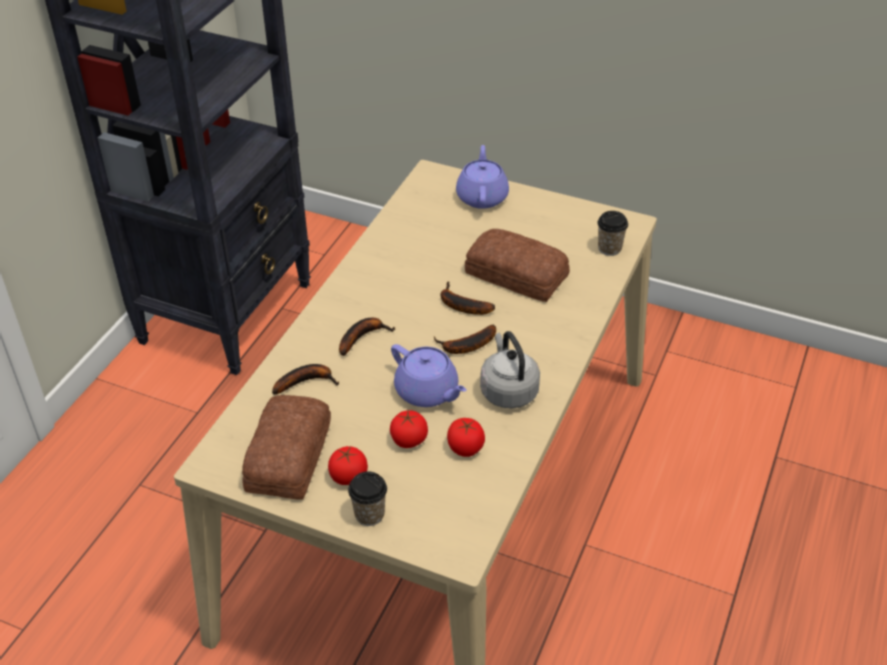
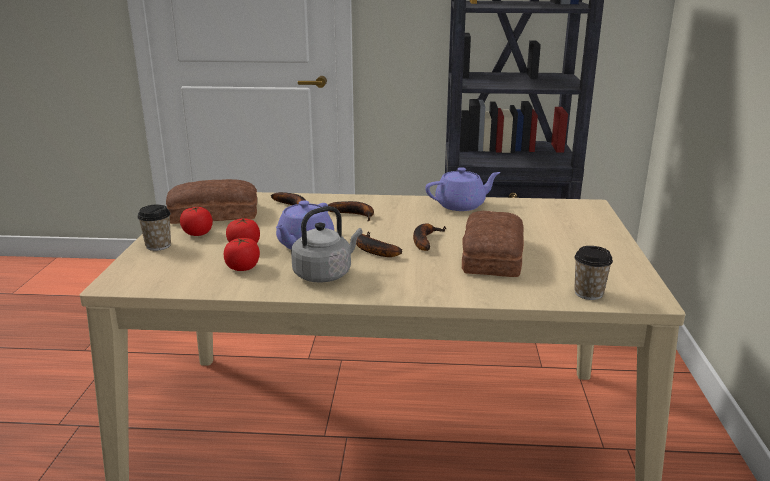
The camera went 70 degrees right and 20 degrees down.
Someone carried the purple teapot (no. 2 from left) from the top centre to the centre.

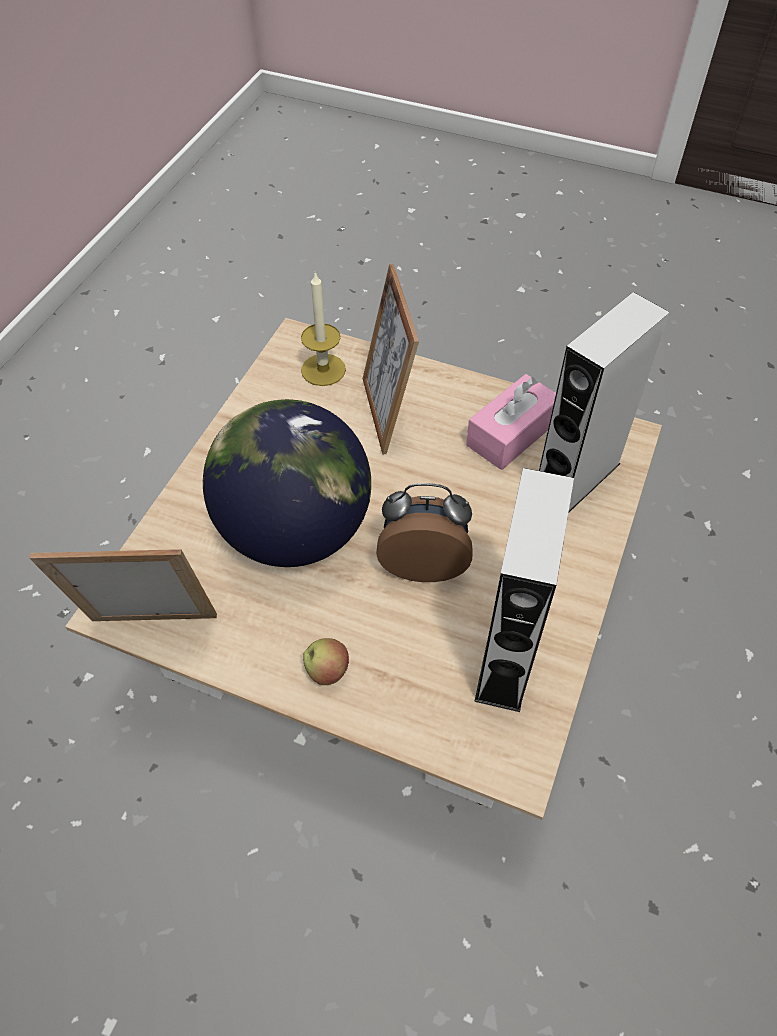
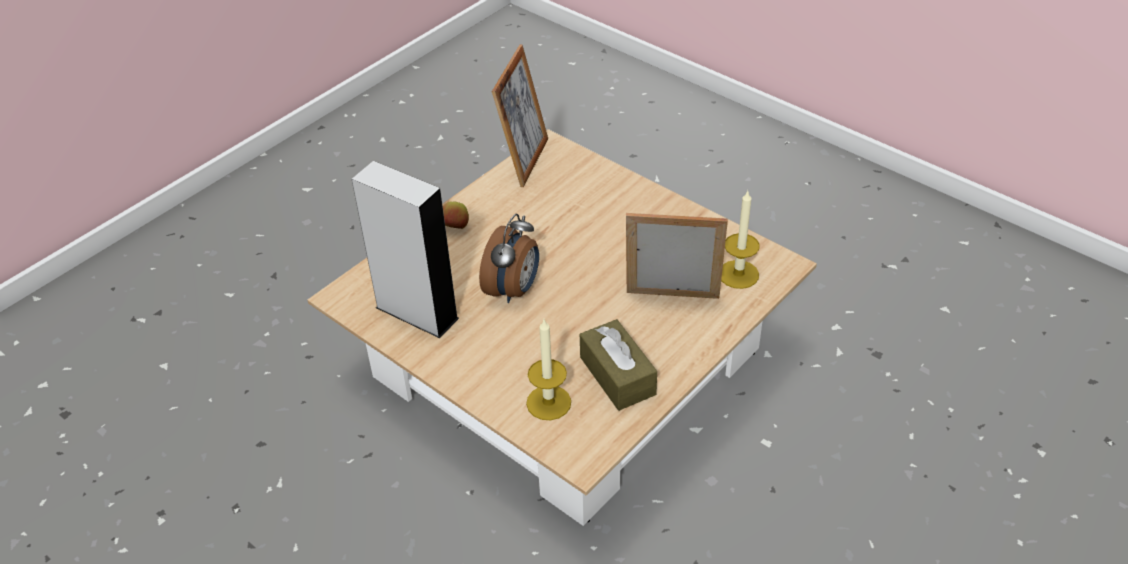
The camera went 110 degrees right and 10 degrees down.
Someone took away the globe at the centre.
Someone repainted the pink tissue box at the centre, which became the brown tissue box at the centre.
Someone swapped the grey speaker (no. 2 from left) at the middle right for the candle (no. 1 from left) at the centre.

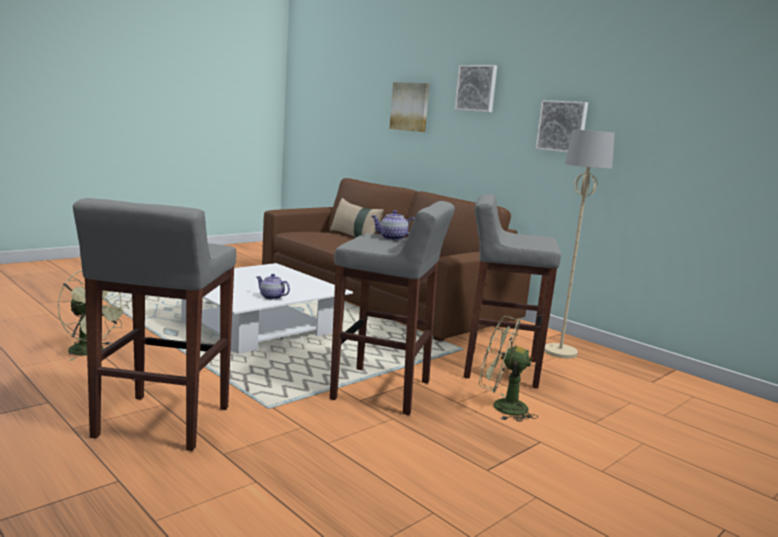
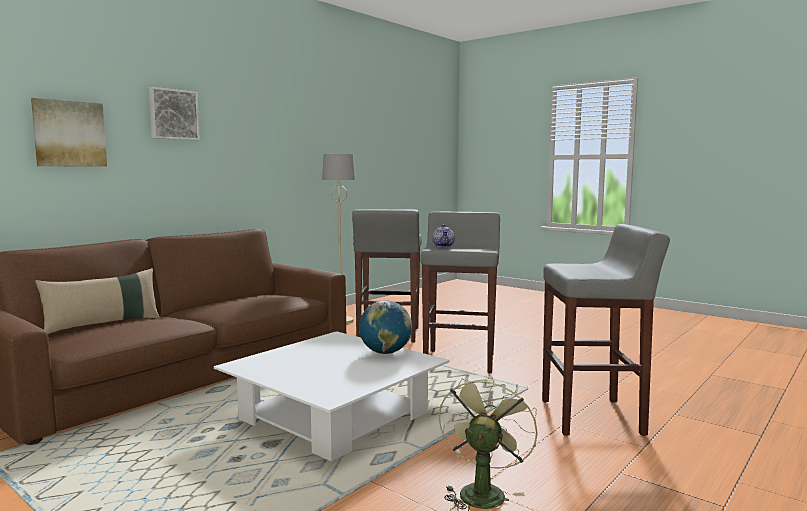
The camera went 95 degrees left and 5 degrees down.
Someone swapped the teapot (no. 1 from left) at the centre for the globe at the centre.
Someone took away the green fan (no. 2 from left) at the bottom centre.
Someone took away the picture (no. 3 from left) at the top right.

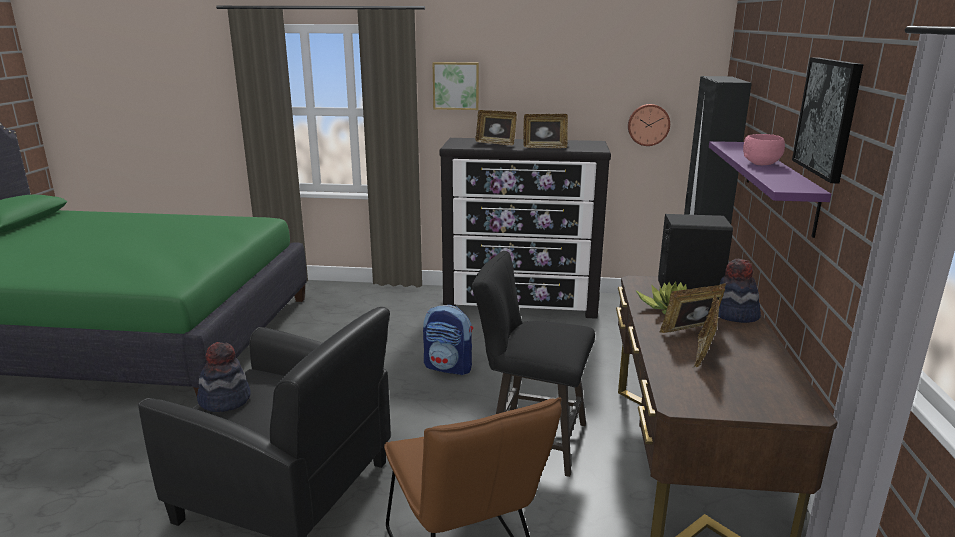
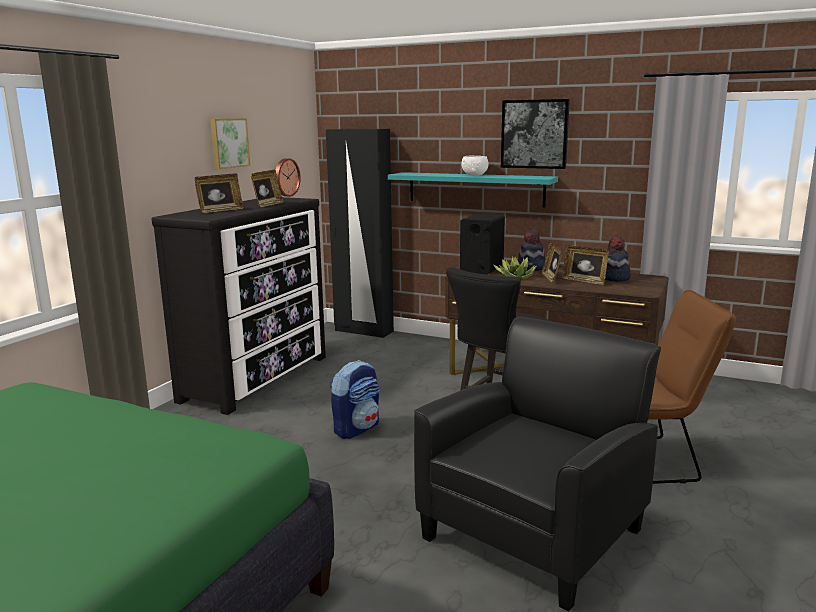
The camera went 70 degrees left and 5 degrees down.
Someone carried the hat (no. 1 from left in the first image) from the bottom left to the middle right.
Someone carried the picture (no. 1 from left) from the top centre to the top left.
Someone repainted the purple shelf at the middle right, which became the turquoise shelf at the top centre.
Someone repainted the pink bowl at the top right, which became the white bowl at the top centre.

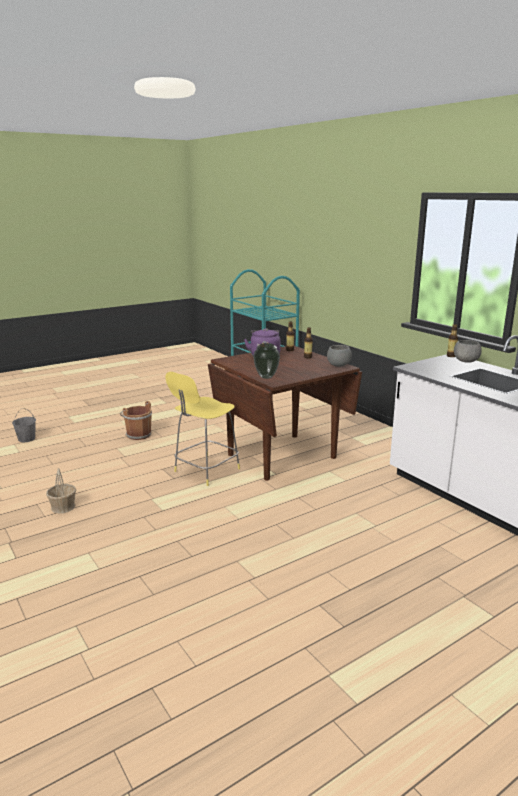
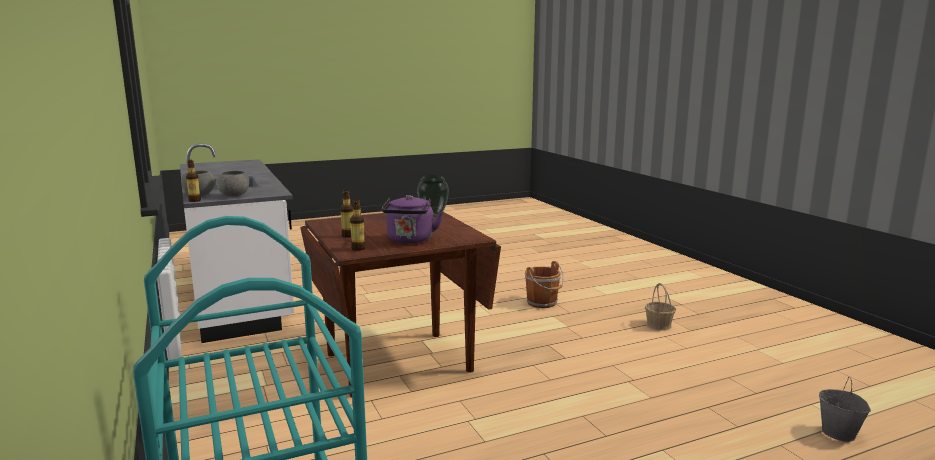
The camera went 170 degrees left and 5 degrees down.
Someone carried the brown bucket from the middle left to the centre.
Someone took away the yellow stool at the centre.
Someone carried the grey bowl (no. 1 from left in the first image) from the centre to the middle left.

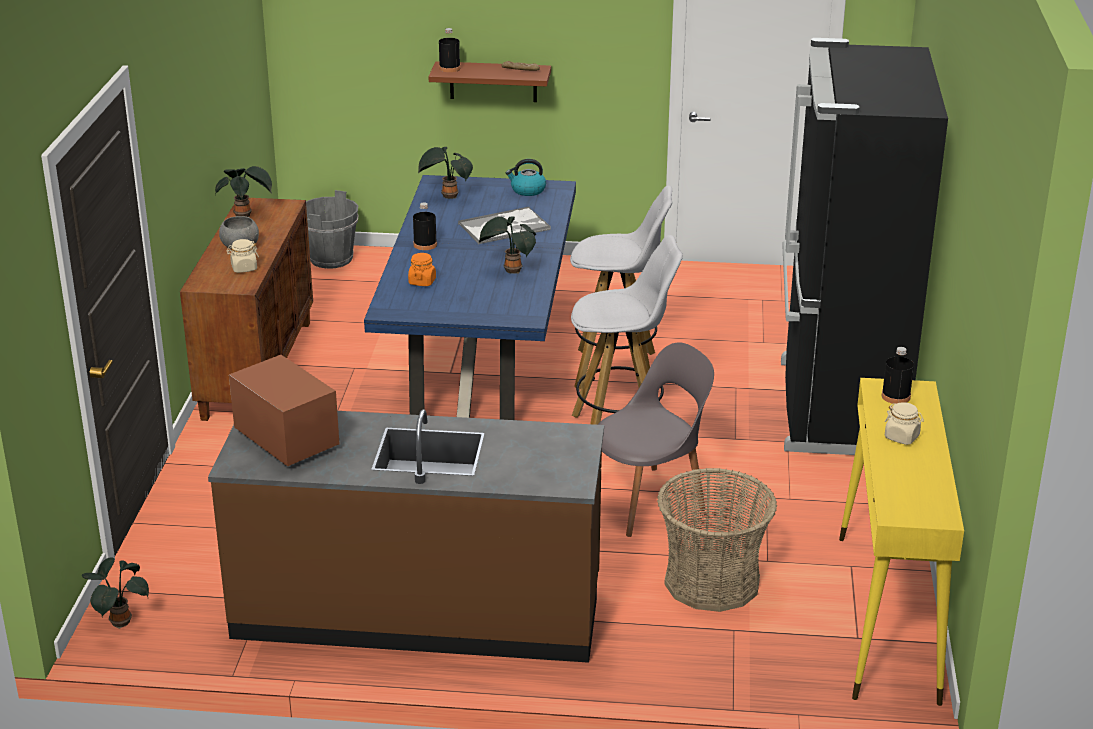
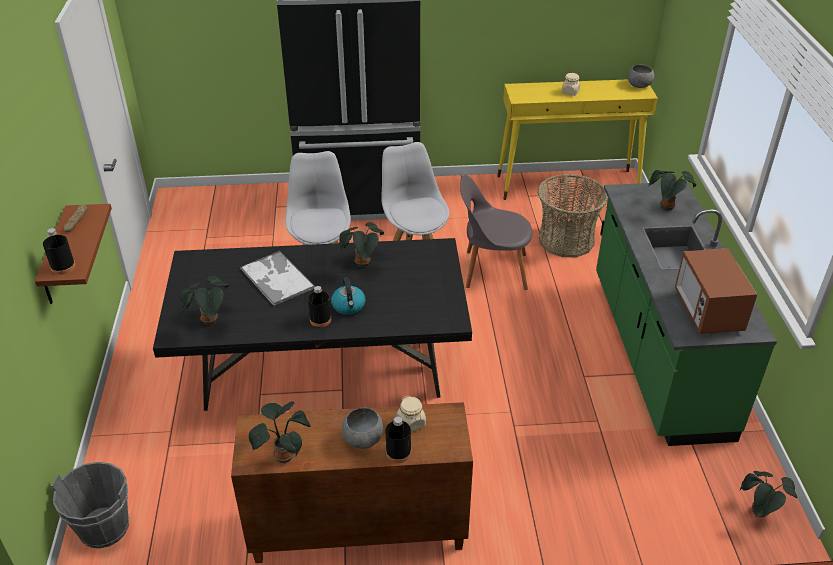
The camera went 100 degrees left and 10 degrees up.
Someone repainted the brown counter at the bottom centre, which became the green counter at the middle right.
Someone rotated the microwave at the middle left by 45 degrees counterclockwise.
Someone repainted the blue dining table at the centre, which became the black dining table at the centre.
Someone took away the orange jar at the centre.
Someone carried the kettle from the top centre to the centre.
Someone rotated the grey chair at the centre by 45 degrees counterclockwise.
Someone carried the black bottle (no. 3 from left) from the middle right to the bottom centre.
Someone put down the grey bowl (no. 2 from left) at the top right.
Someone put down the potted plant (no. 4 from left) at the middle right.

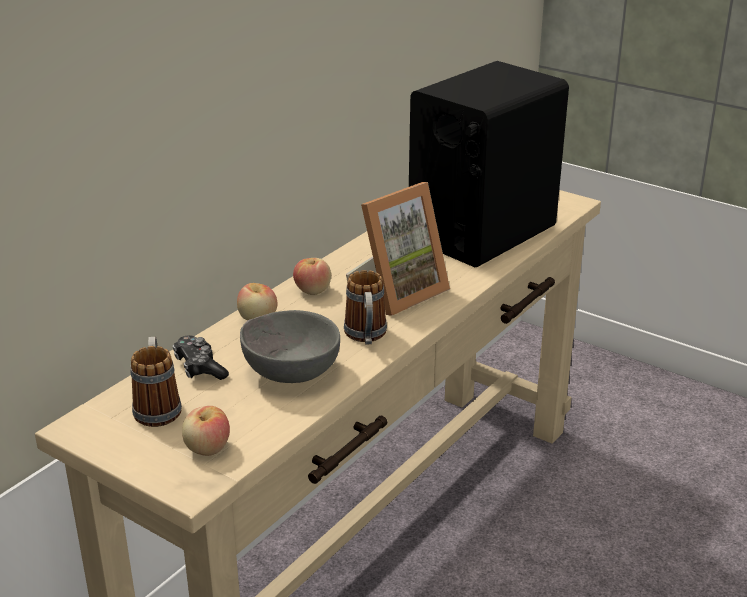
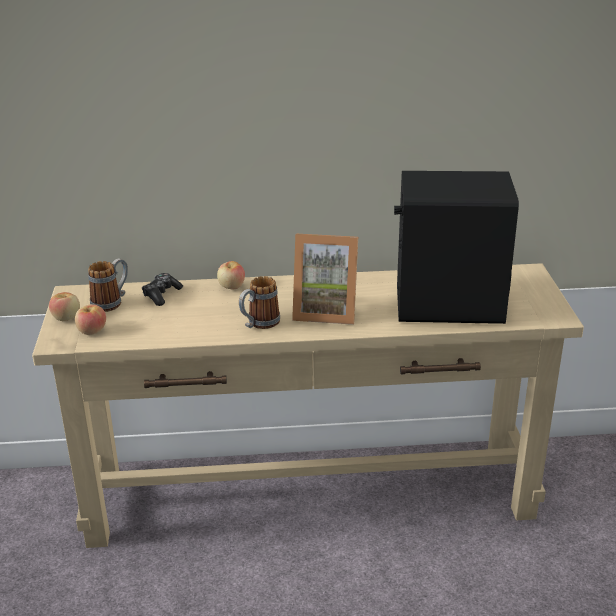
The camera went 50 degrees right and 0 degrees up.
Someone took away the grey bowl at the centre.
Someone carried the apple (no. 3 from left in the first image) from the centre to the middle left.

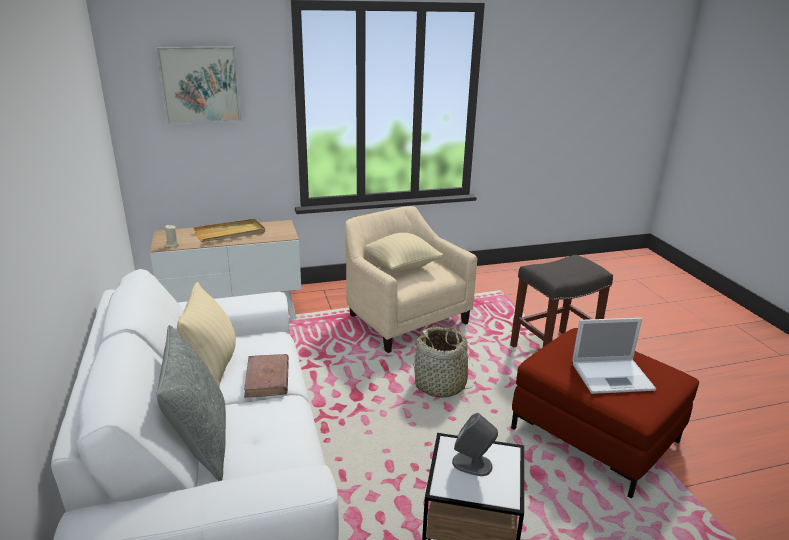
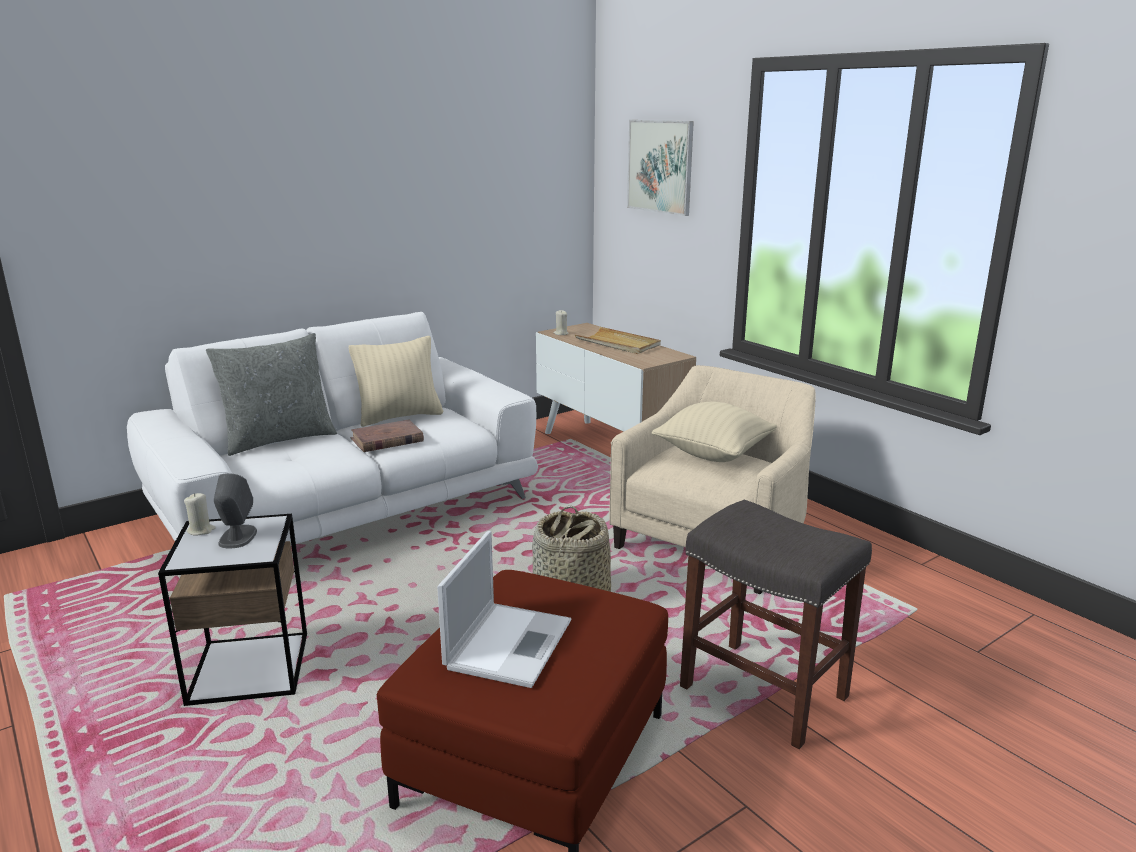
The camera went 70 degrees right and 5 degrees down.
Someone rotated the laptop at the middle right by 135 degrees counterclockwise.
Someone put down the beige candle (no. 1 from left) at the middle left.

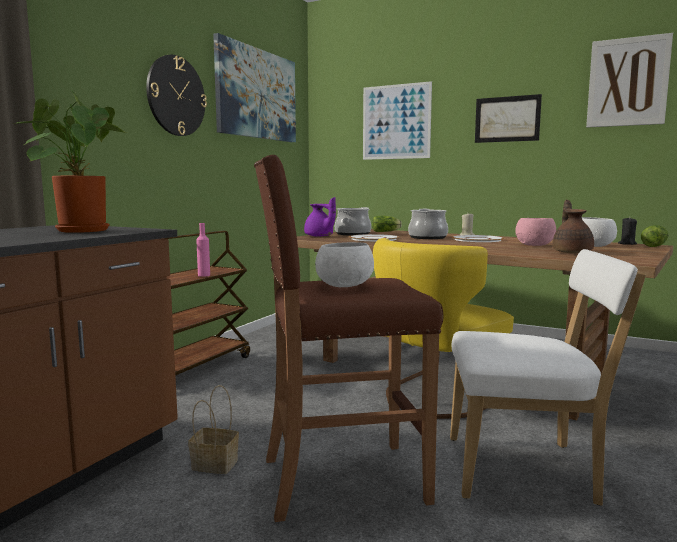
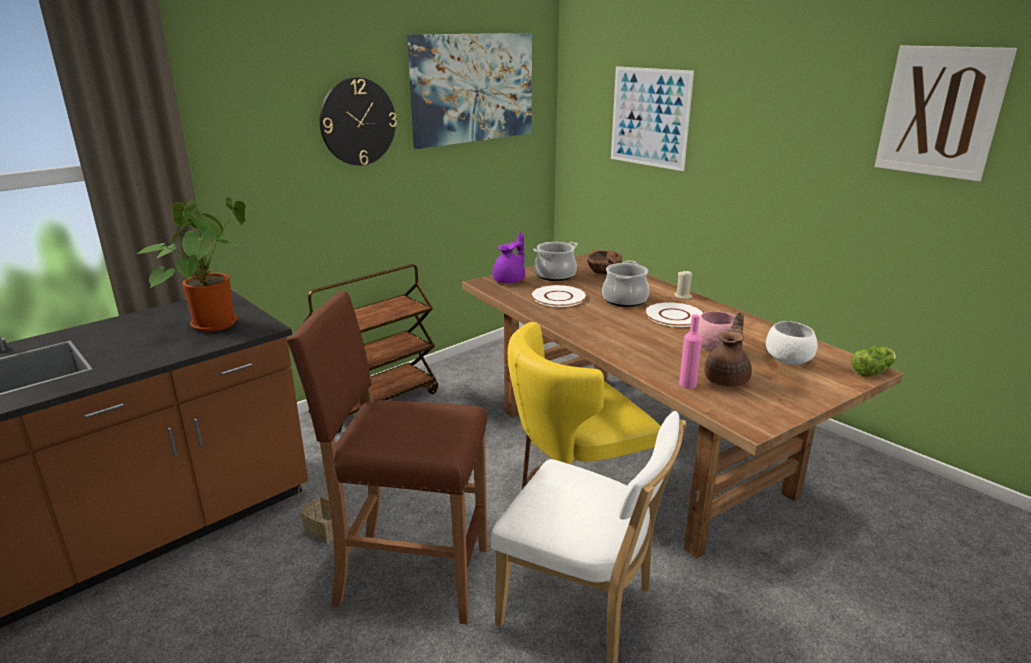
The camera went 20 degrees right and 15 degrees up.
Someone carried the pink bottle from the middle left to the middle right.
Someone rotated the purple teapot at the centre by 120 degrees counterclockwise.
Someone took away the white bowl (no. 1 from left) at the centre.
Someone swapped the lettuce (no. 1 from left) at the centre for the brown bowl at the centre.
Someone took away the picture (no. 3 from left) at the top right.
Someone took away the black candle at the middle right.

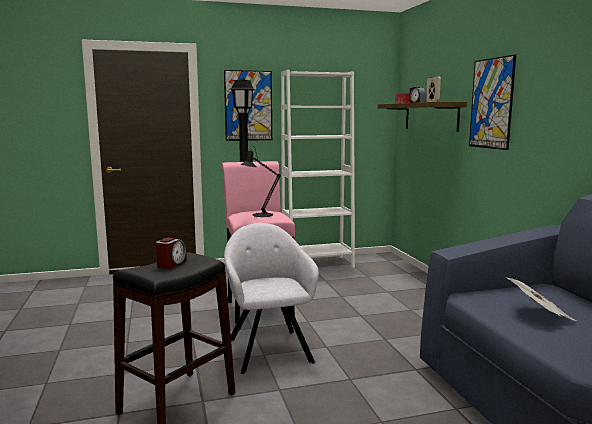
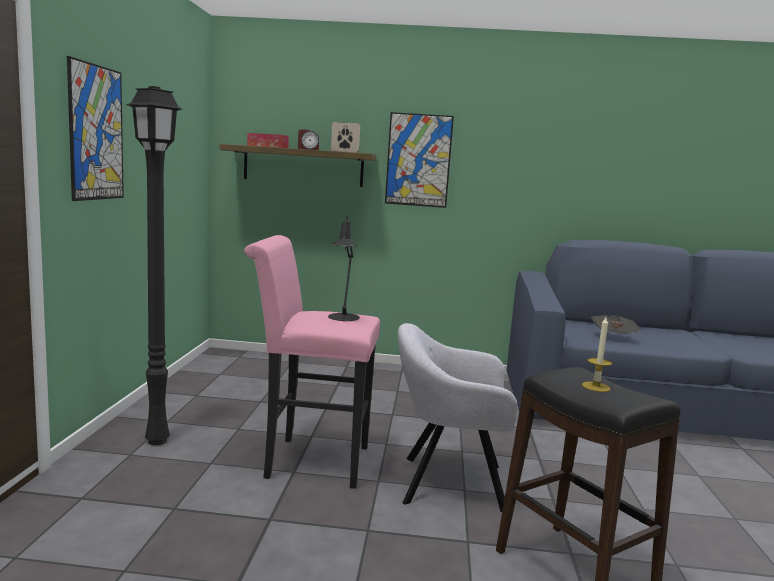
The camera went 70 degrees left and 0 degrees up.
Someone swapped the alarm clock (no. 1 from left) at the middle left for the candle at the middle right.
Someone took away the white bookcase at the centre.

